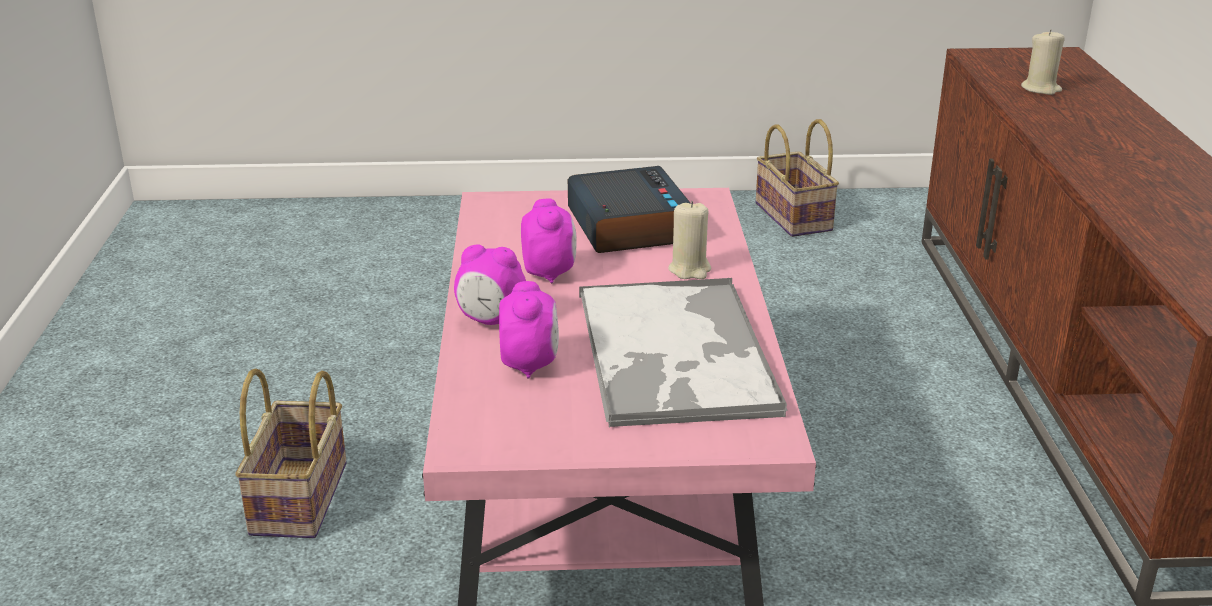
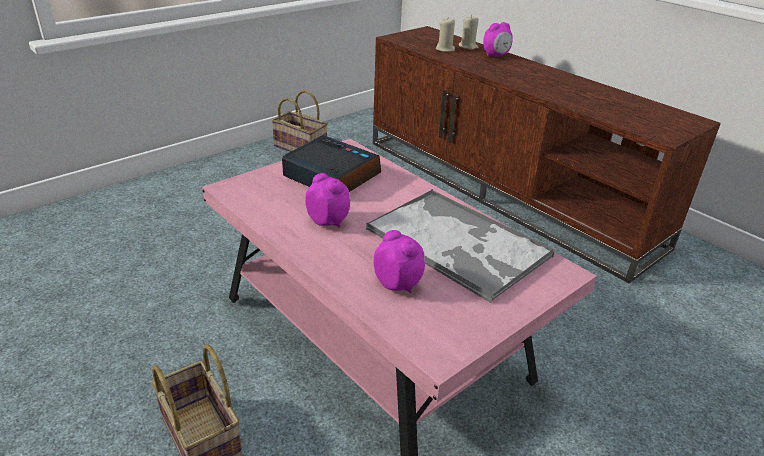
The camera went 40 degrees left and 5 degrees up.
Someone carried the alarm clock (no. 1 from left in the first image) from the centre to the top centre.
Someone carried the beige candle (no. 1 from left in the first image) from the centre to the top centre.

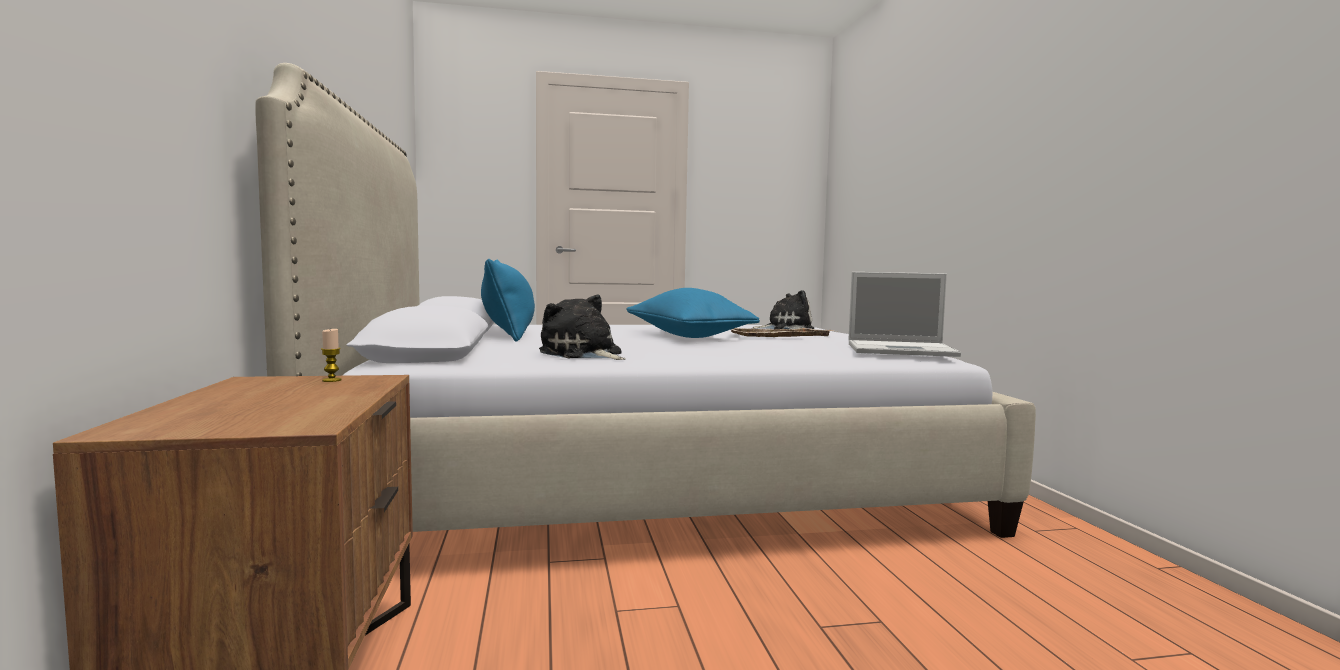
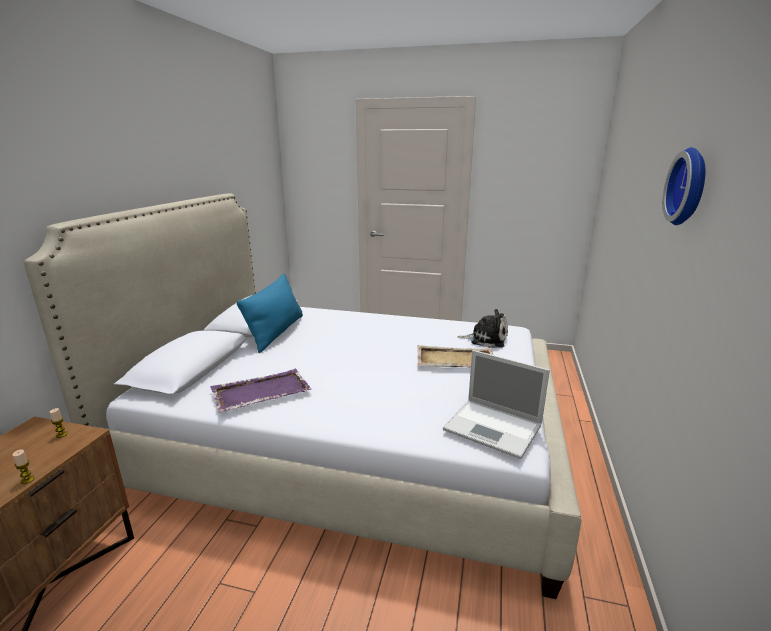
The camera went 25 degrees right and 15 degrees up.
Someone swapped the plush toy (no. 1 from left) at the centre for the purple tray at the centre.
Someone took away the blue pillow (no. 2 from left) at the centre.
Someone put down the candle (no. 1 from left) at the bottom left.
Someone put up the wall clock at the top right.

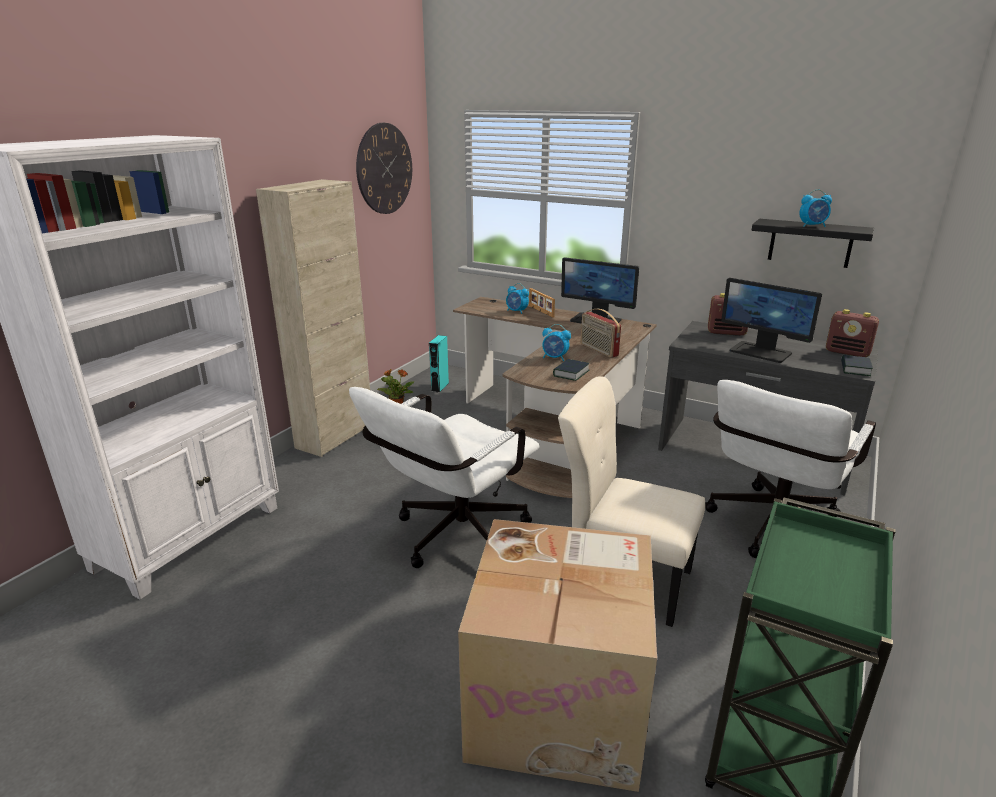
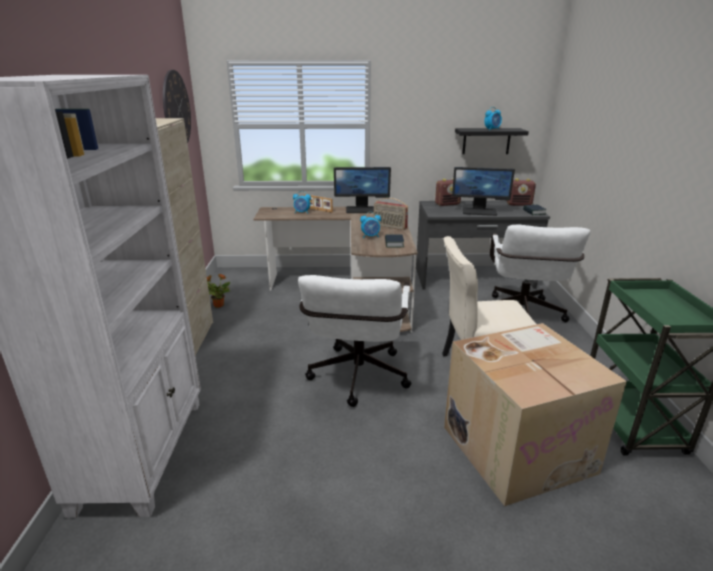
The camera went 30 degrees left and 0 degrees up.
Someone took away the turquoise speaker at the centre.

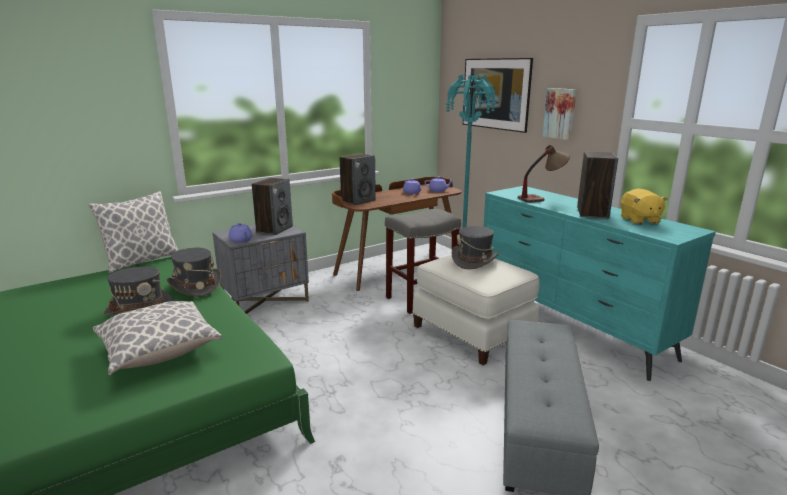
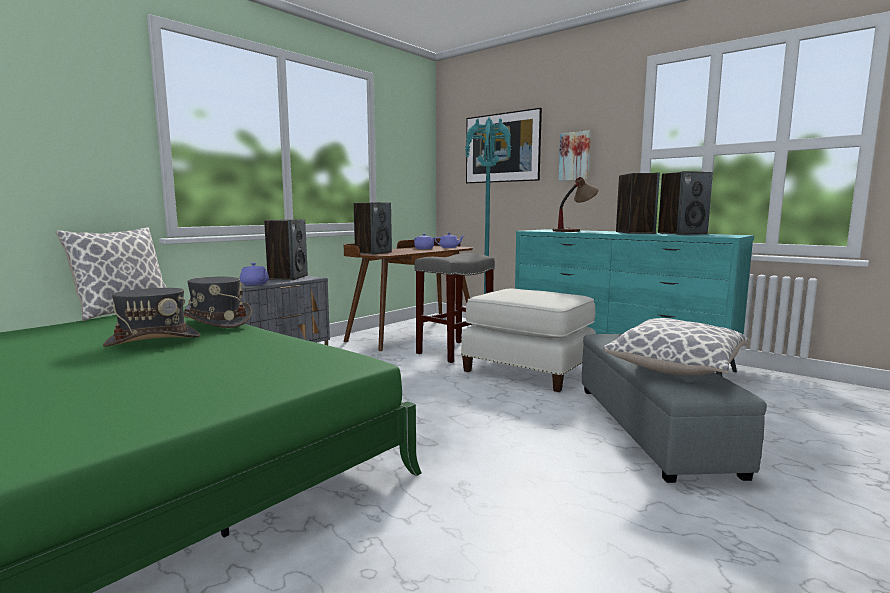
The camera went 15 degrees left and 10 degrees down.
Someone carried the pillow (no. 2 from left) from the bottom left to the middle right.
Someone took away the grey hat (no. 3 from left) at the centre.
Someone swapped the yellow plush toy at the middle right for the speaker (no. 4 from left) at the middle right.

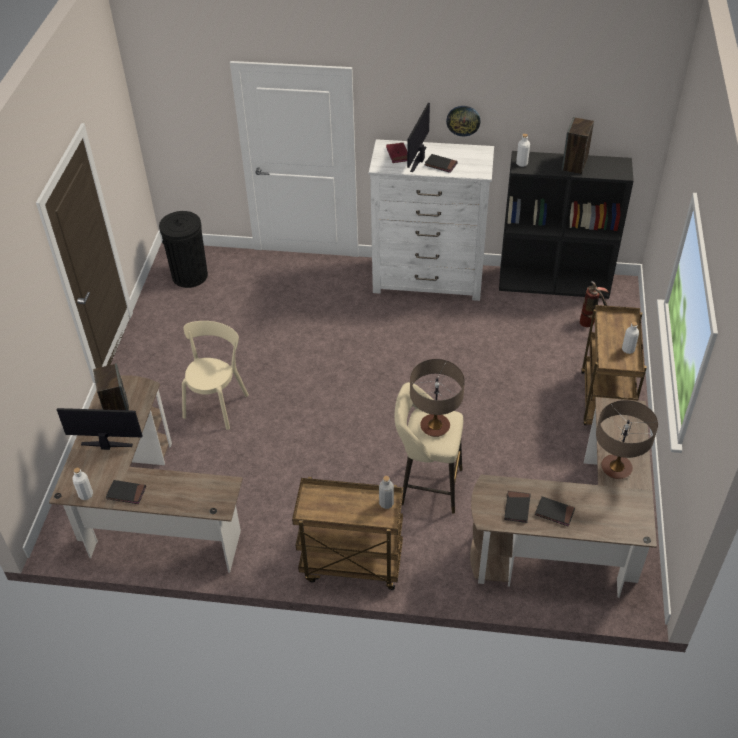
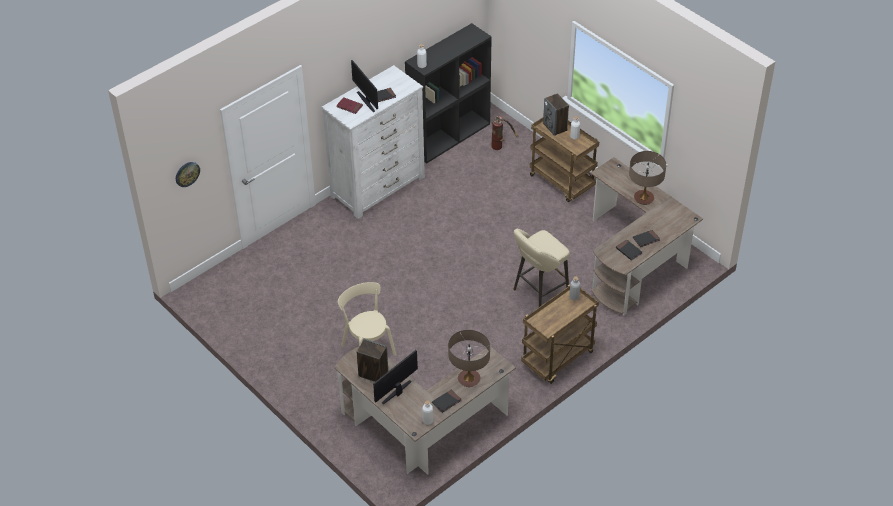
The camera went 50 degrees left and 0 degrees up.
Someone took away the black trash can at the middle left.
Someone carried the table lamp (no. 1 from left) from the centre to the bottom centre.
Someone carried the wall clock from the top centre to the middle left.
Someone carried the speaker (no. 2 from left) from the top right to the top centre.

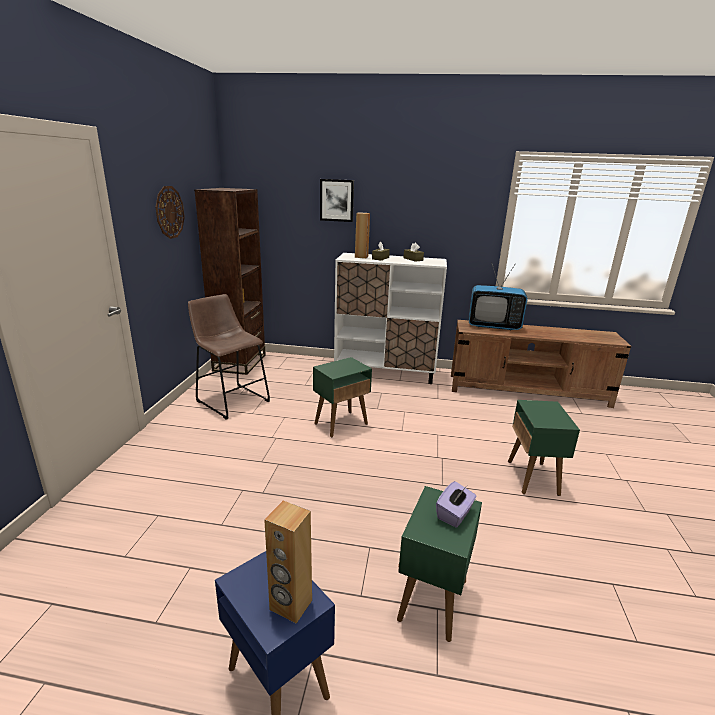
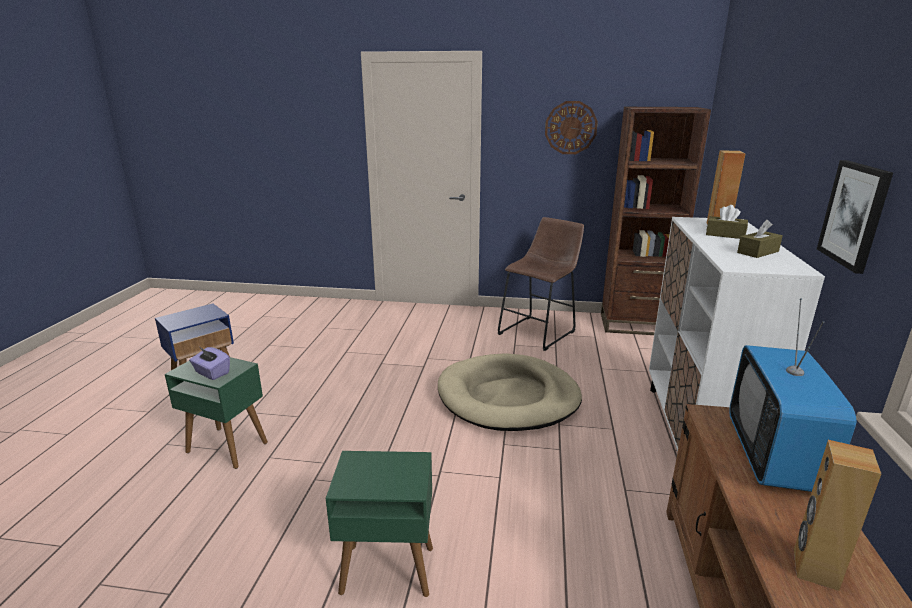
The camera went 90 degrees right and 0 degrees up.
Someone carried the brown speaker (no. 1 from left in the first image) from the bottom centre to the bottom right.
Someone swapped the green side table (no. 1 from left) at the centre for the beige dog bed at the centre.
Someone carried the picture from the top centre to the middle right.

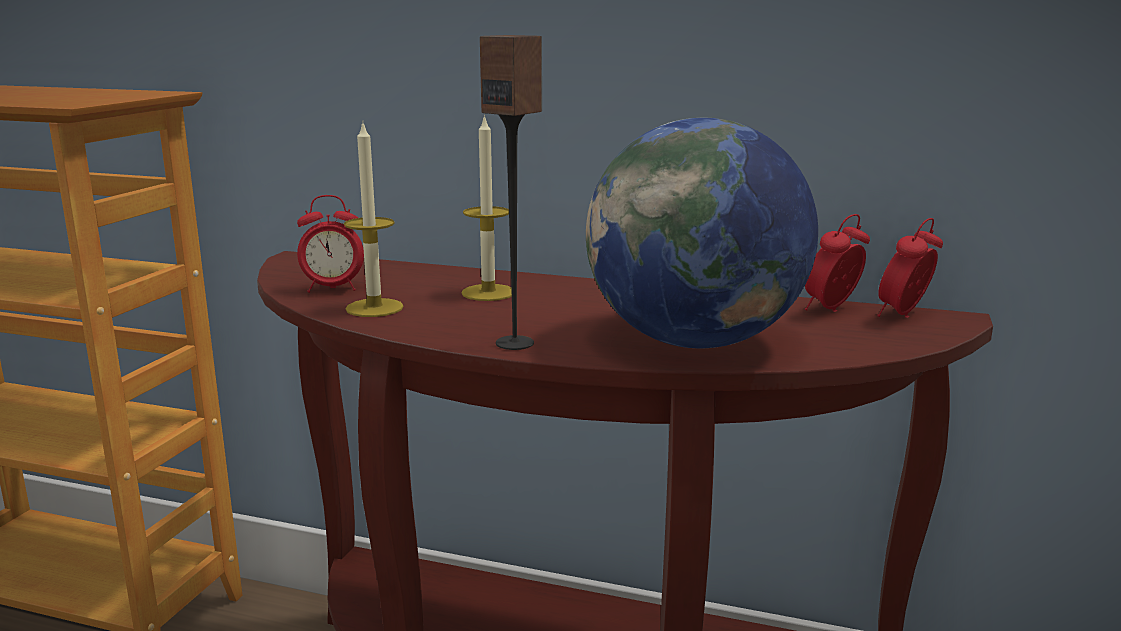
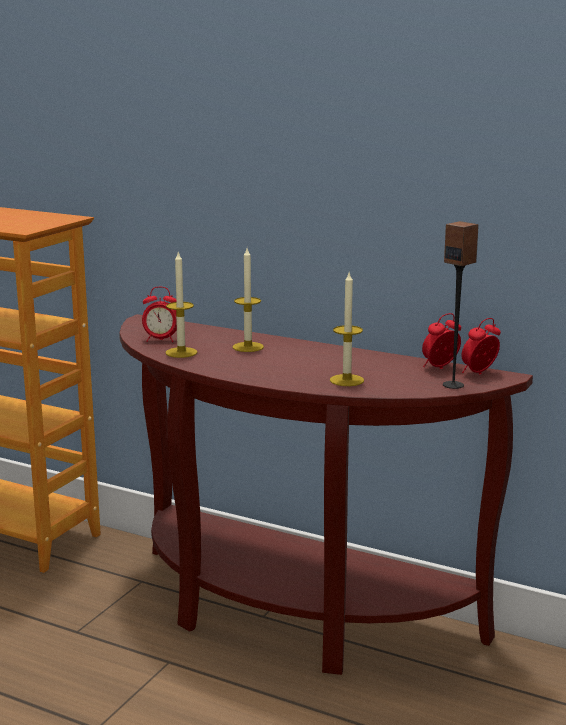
The camera went 10 degrees right and 0 degrees up.
Someone carried the speaker from the top centre to the middle right.
Someone swapped the globe at the centre for the candle (no. 3 from left) at the centre.

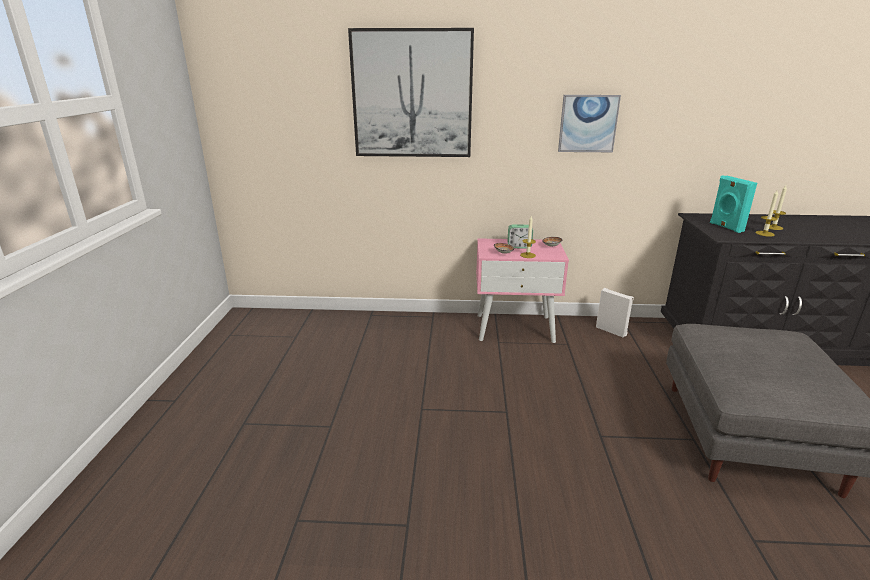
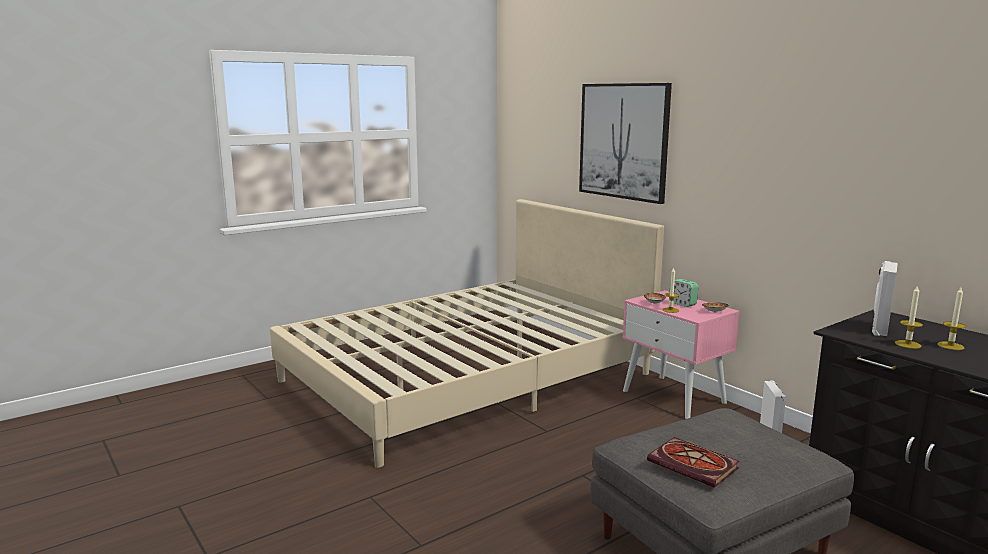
The camera went 50 degrees right and 10 degrees down.
Someone took away the picture (no. 2 from left) at the top right.
Someone repainted the turquoise speaker at the middle right, which became the white speaker (no. 2 from left) at the middle right.
Someone put down the beige bed at the centre.
Someone put down the book at the bottom right.

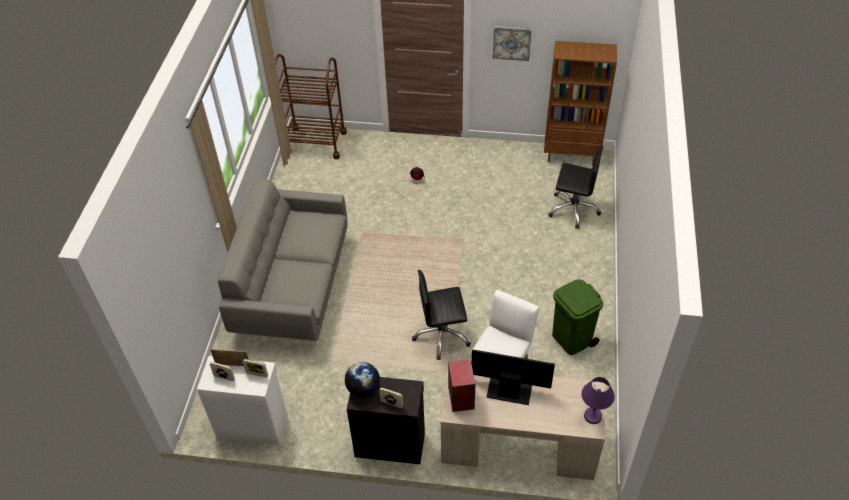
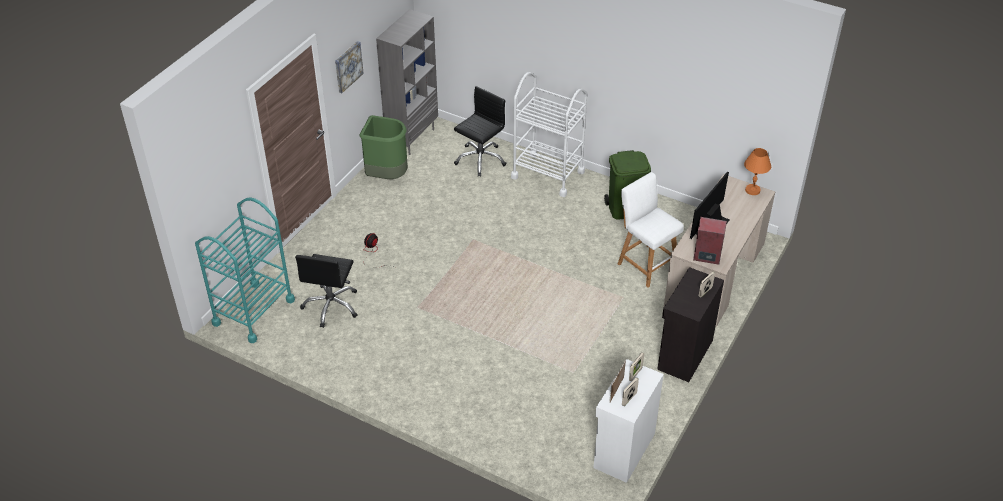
The camera went 70 degrees left and 5 degrees down.
Someone took away the grey sofa at the middle left.
Someone repainted the brown cart at the top centre, which became the turquoise cart at the middle left.
Someone took away the globe at the bottom centre.
Someone carried the black office chair (no. 1 from left) from the centre to the middle left.
Someone repainted the brown bookcase at the top right, which became the grey bookcase at the top centre.
Someone repainted the purple table lamp at the bottom right, which became the orange table lamp at the middle right.
Someone put down the green trash can (no. 1 from left) at the top centre.
Someone put down the white cart at the top centre.

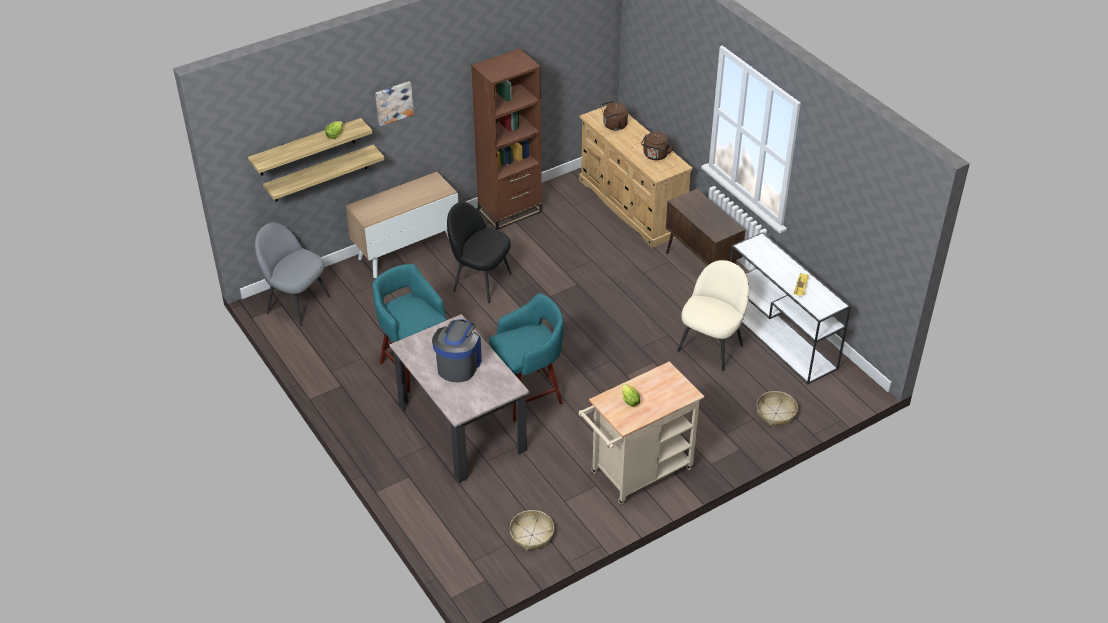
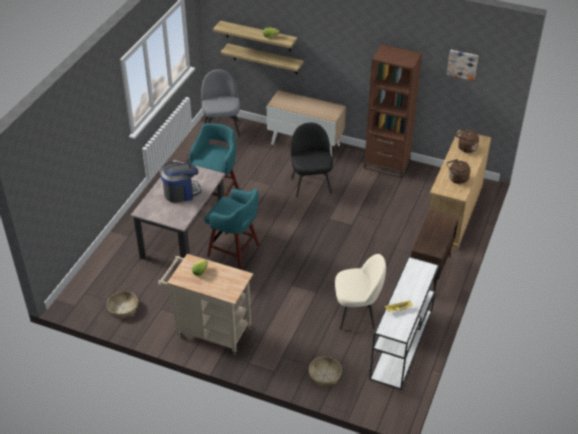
The camera went 55 degrees right and 0 degrees up.
Someone carried the picture from the top centre to the top right.

